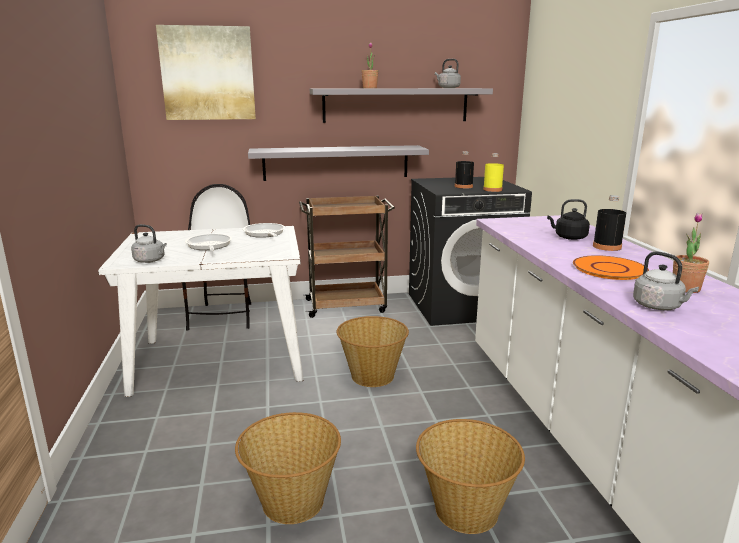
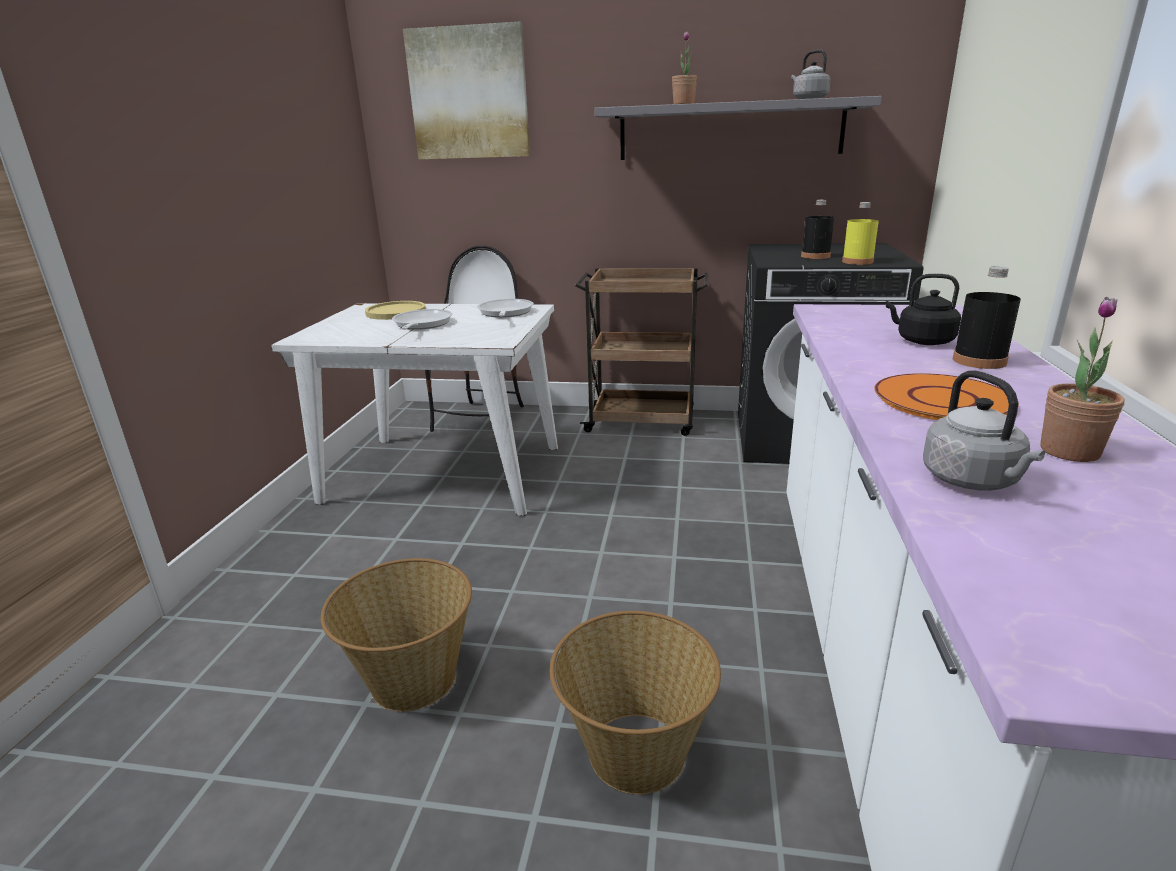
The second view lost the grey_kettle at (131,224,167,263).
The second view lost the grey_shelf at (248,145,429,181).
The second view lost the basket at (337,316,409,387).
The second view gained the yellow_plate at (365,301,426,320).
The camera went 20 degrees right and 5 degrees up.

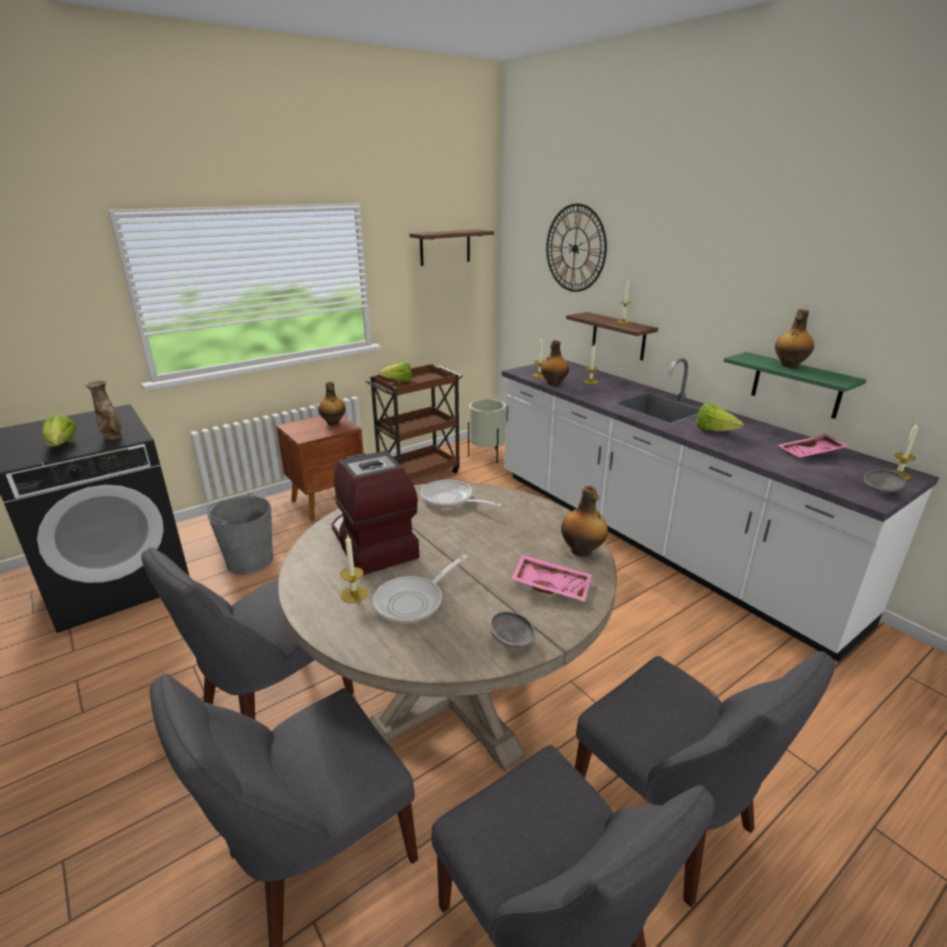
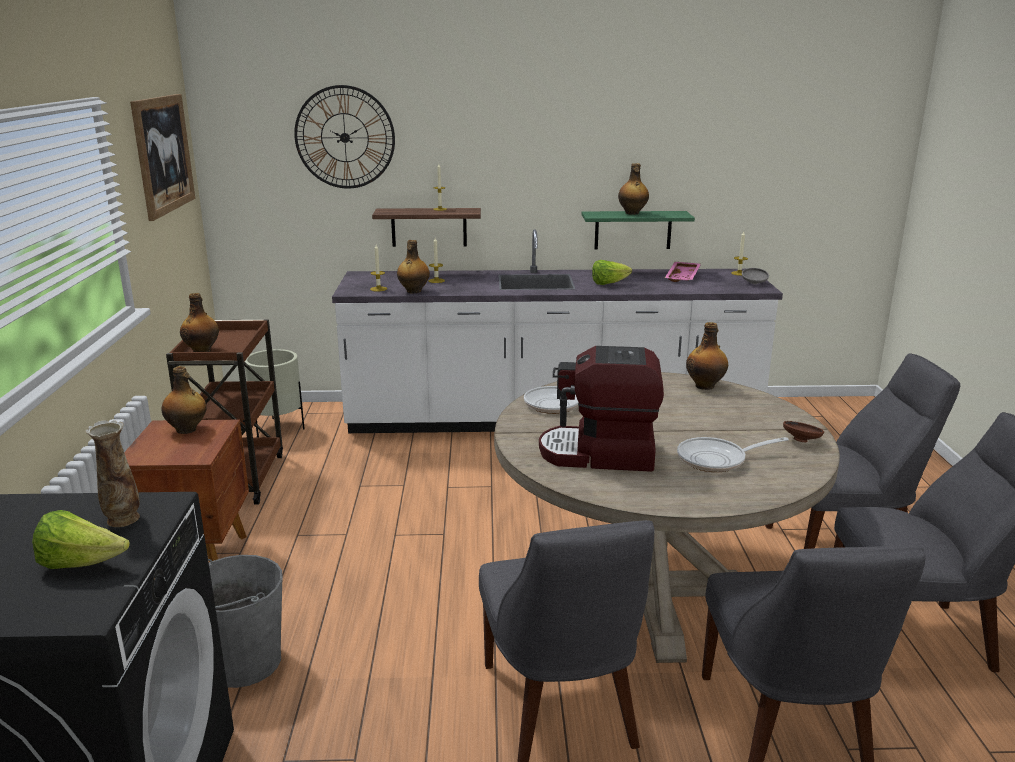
The second view lost the candle at (340,534,368,603).
The second view lost the pink_tray at (511,554,592,602).
Where the lettuce stood at (379,362,412,382), the bottle came to stand at (180,293,219,352).
Where the shelf hung at (410,229,494,266), the picture came to hang at (130,94,195,221).
What was the grey_bowl at (489,611,535,648) turned into the brown_bowl at (783,421,824,442).
The frying_pan at (373,555,468,624) ended up facing another way, 90 degrees clockwise from before.
The camera went 55 degrees left and 5 degrees down.

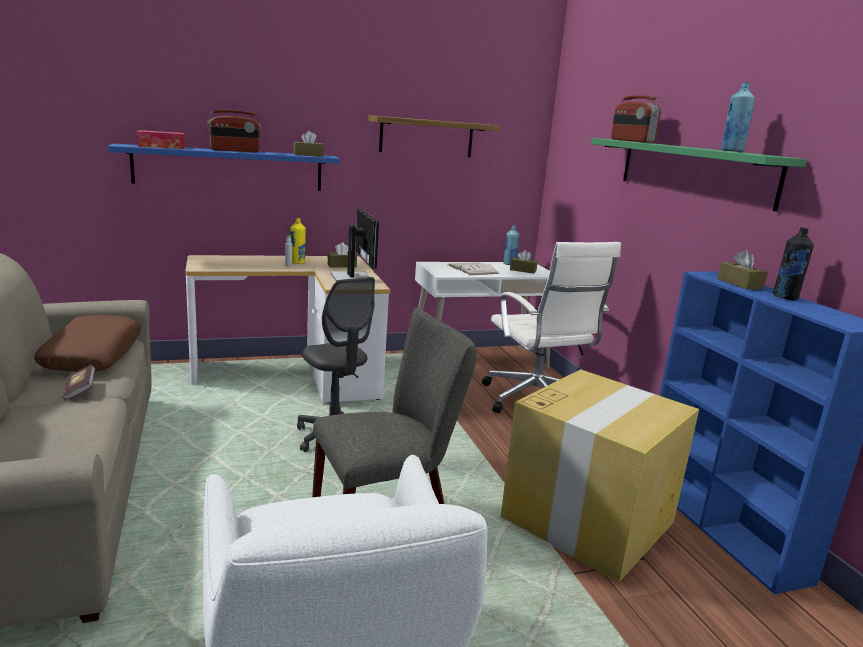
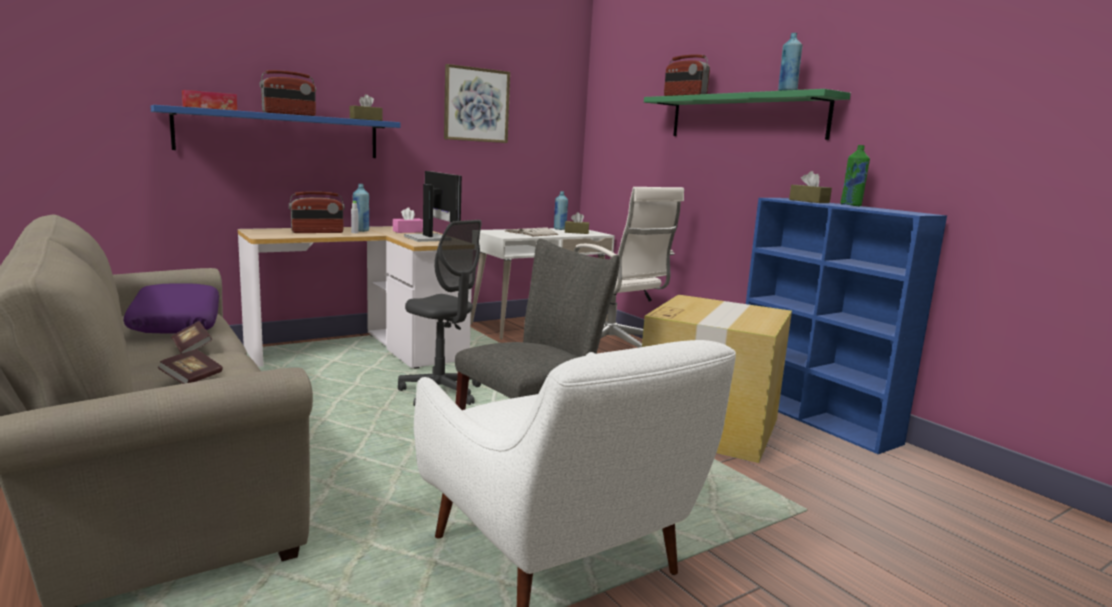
The second view gained the book at (157,349,223,384).
The second view gained the radio at (289,191,345,233).
Where the shelf hung at (368,115,500,157), the picture came to hang at (444,64,510,143).
What was the brown_pillow at (34,315,141,372) turned into the purple_pillow at (124,283,219,334).
What was the yellow_bottle at (290,218,306,264) turned into the blue_bottle at (353,184,369,232).
What was the brown_tissue_box at (327,243,357,268) turned into the pink_tissue_box at (393,207,423,233).
What was the black_bottle at (773,227,814,300) turned into the green_bottle at (841,145,870,206).
The camera went 15 degrees left and 5 degrees down.

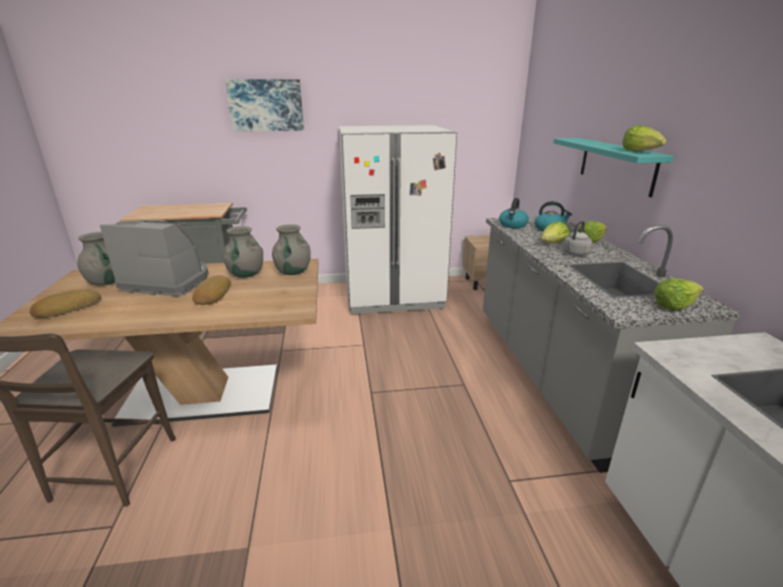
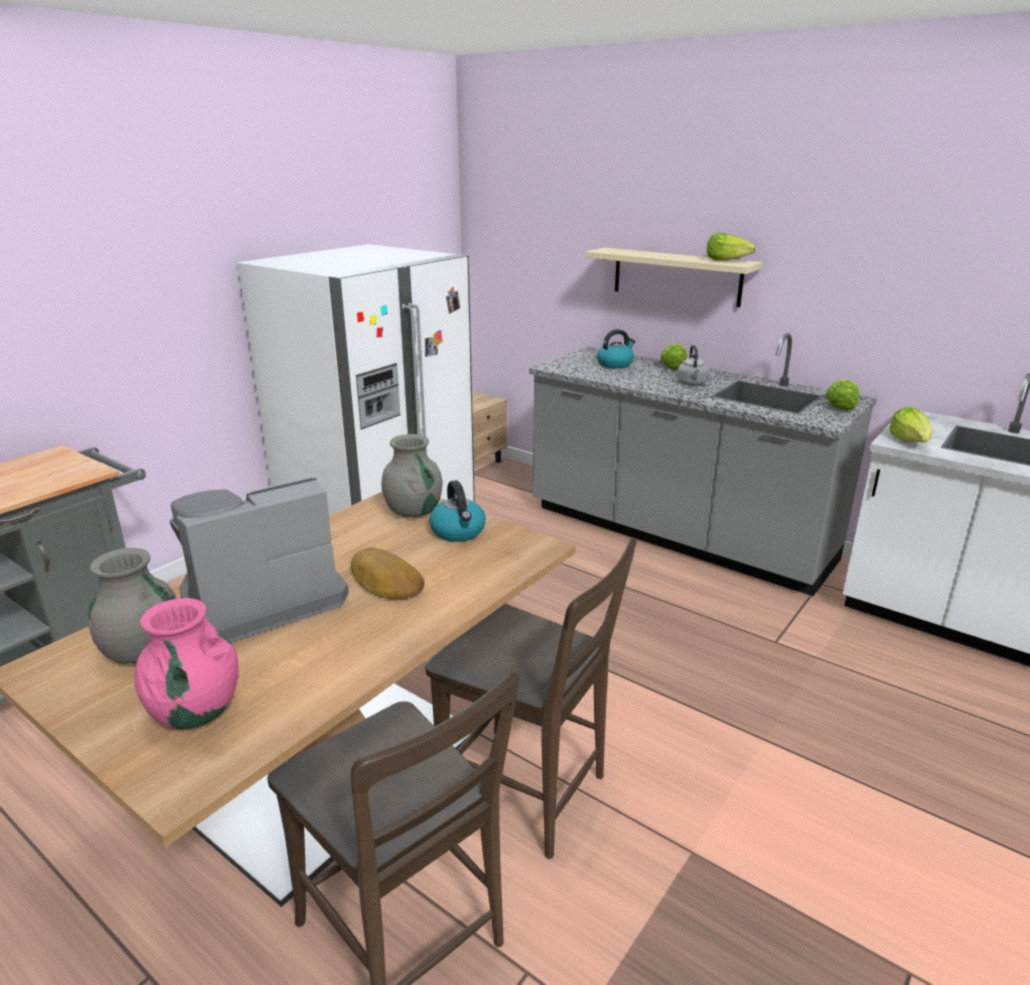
The second view lost the grey_vase at (223,226,263,278).
The second view lost the picture at (225,79,304,131).
The second view gained the brown_chair at (426,538,637,859).
The kettle ended up elsewhere, having gone from (499,198,529,228) to (429,480,486,542).
The lettuce ended up elsewhere, having gone from (541,221,570,243) to (889,407,933,442).
Where the bread stood at (30,289,101,318), the pink_vase came to stand at (134,598,239,729).
What was the turquoise_shelf at (553,138,674,197) turned into the beige_shelf at (585,248,763,307).
The camera went 45 degrees left and 0 degrees up.

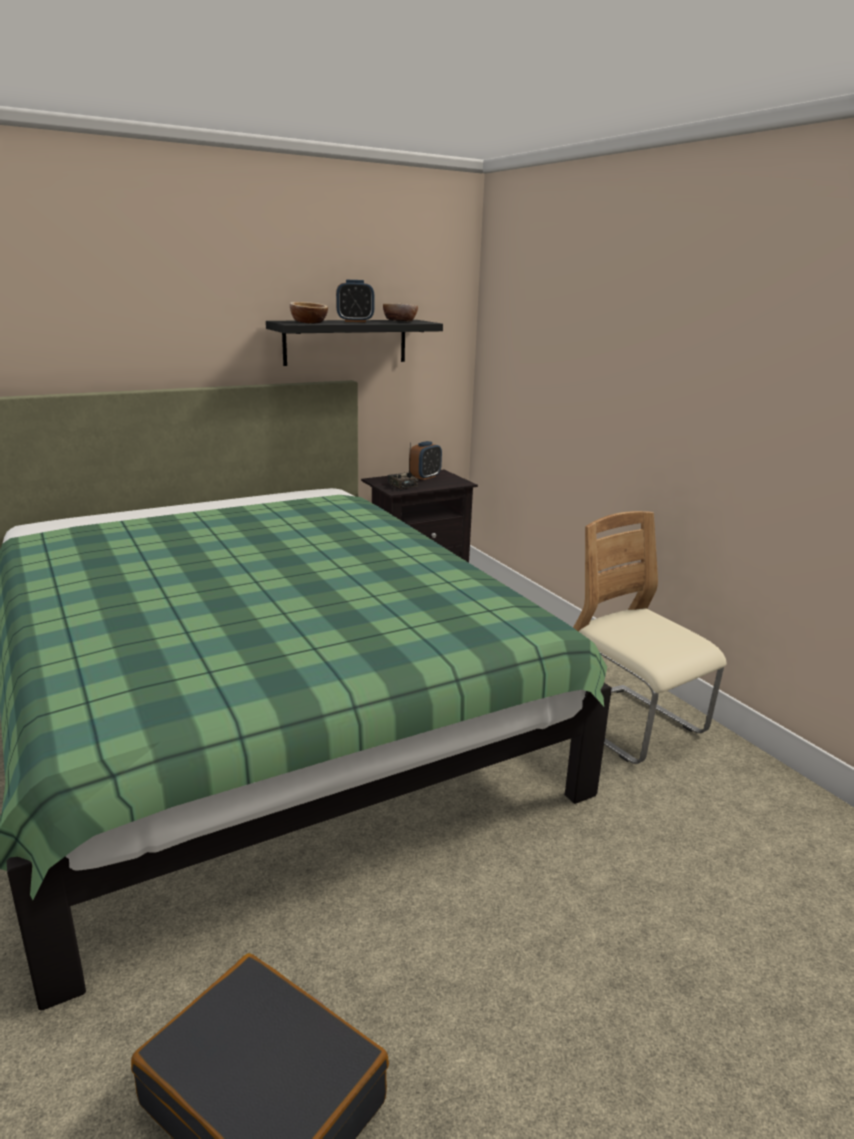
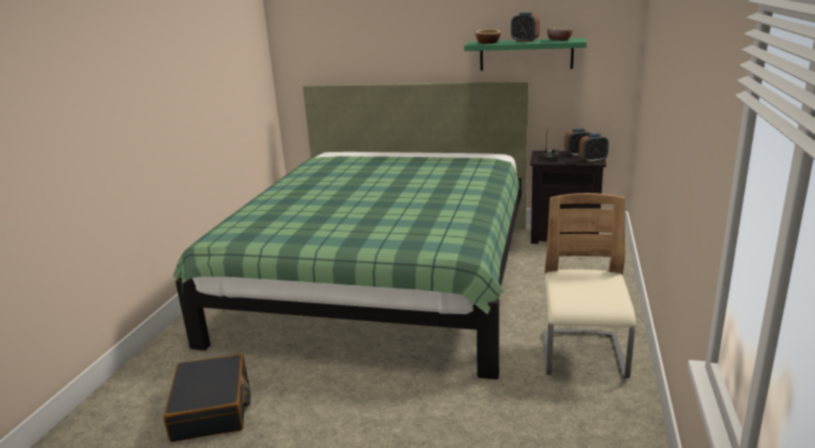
The second view gained the alarm_clock at (579,133,609,163).
What was the black_shelf at (266,320,443,366) turned into the green_shelf at (464,38,587,71).
The camera went 45 degrees right and 0 degrees up.

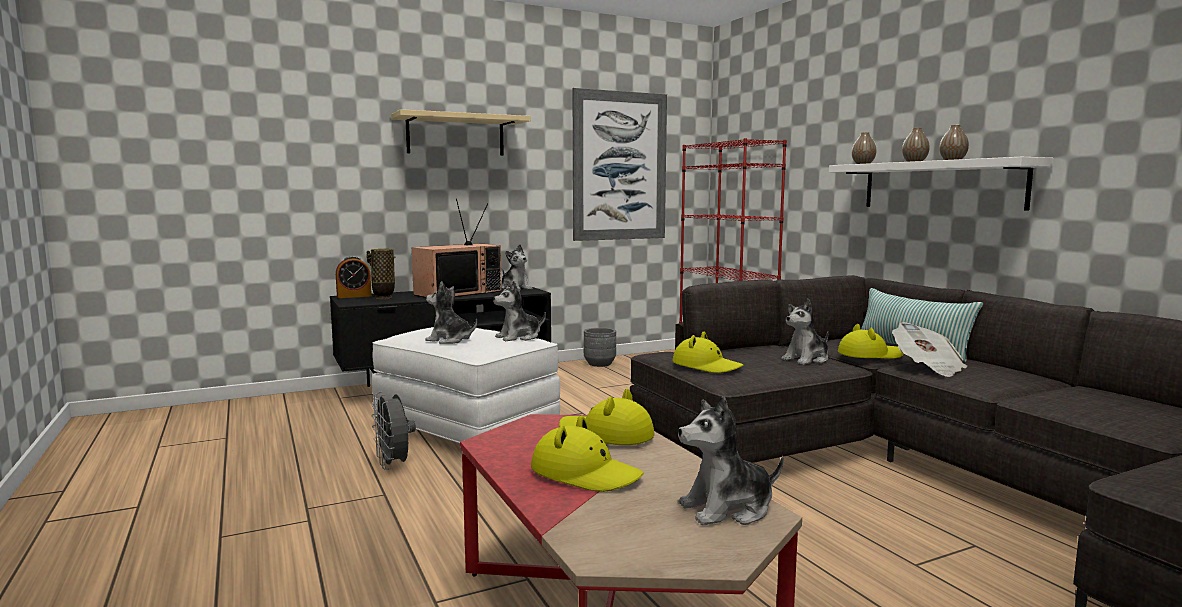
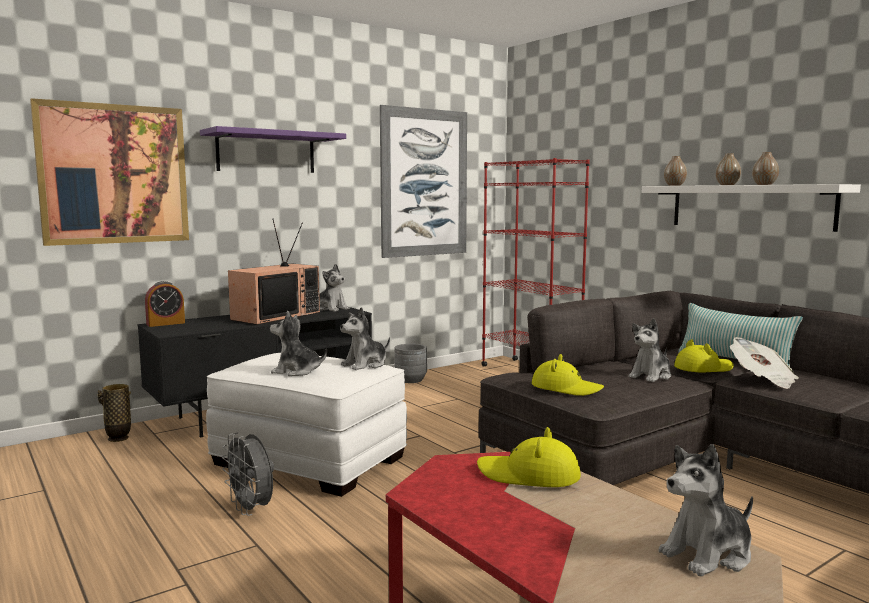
The second view lost the yellow_hat at (531,415,644,492).
The second view gained the picture at (30,98,189,246).
The vase ended up elsewhere, having gone from (366,249,396,299) to (97,384,131,442).
What was the beige_shelf at (391,109,531,156) turned into the purple_shelf at (200,126,346,173).
The camera went 10 degrees left and 0 degrees up.

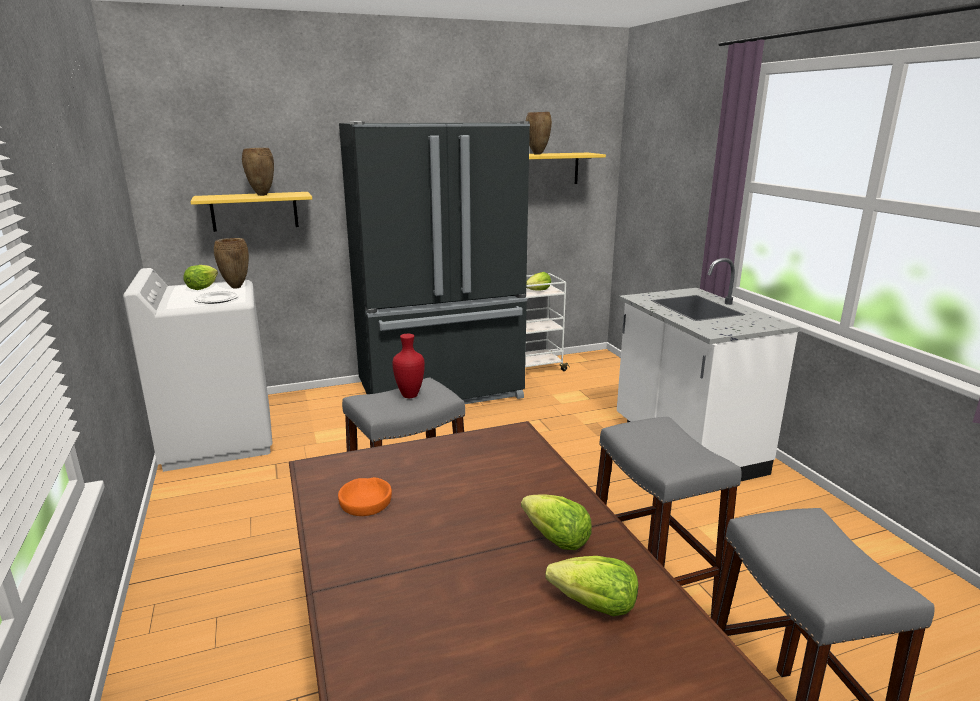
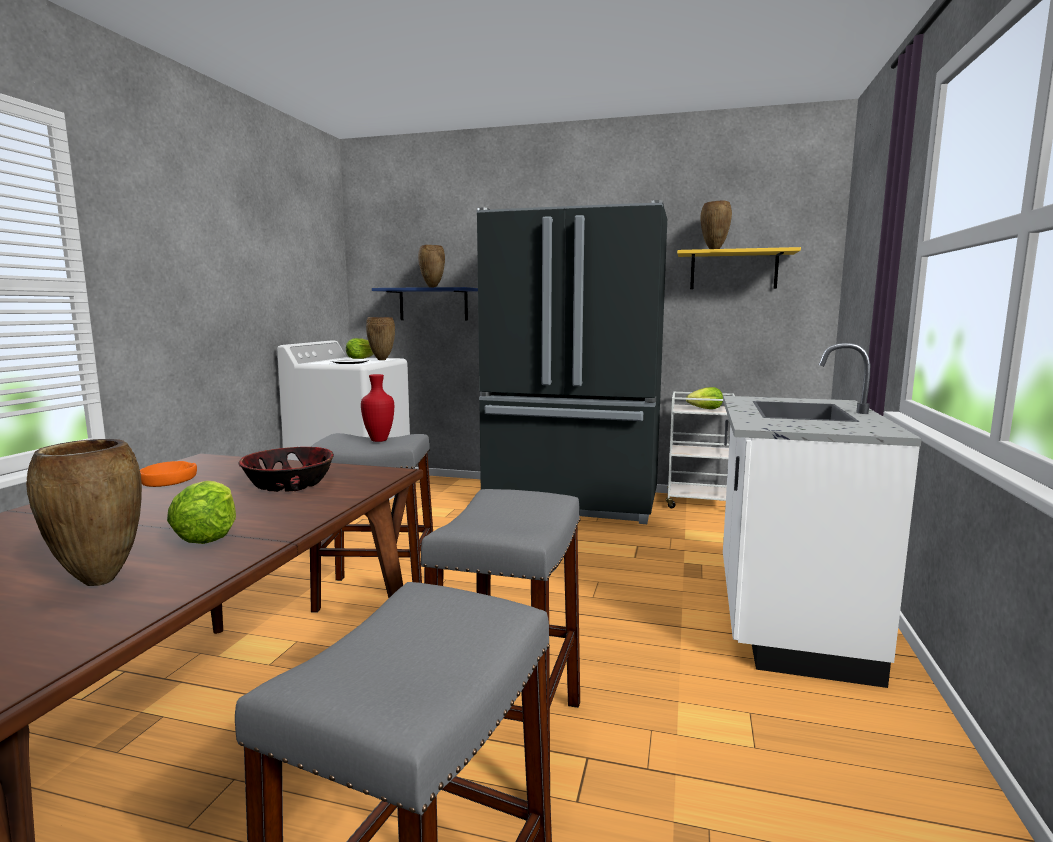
The second view gained the bowl at (238,447,334,492).
Where the lettuce stood at (545,556,638,616), the brown_vase came to stand at (26,439,142,586).
What was the yellow_shelf at (190,192,312,232) turned into the blue_shelf at (372,287,478,321).
The camera went 35 degrees right and 10 degrees down.

